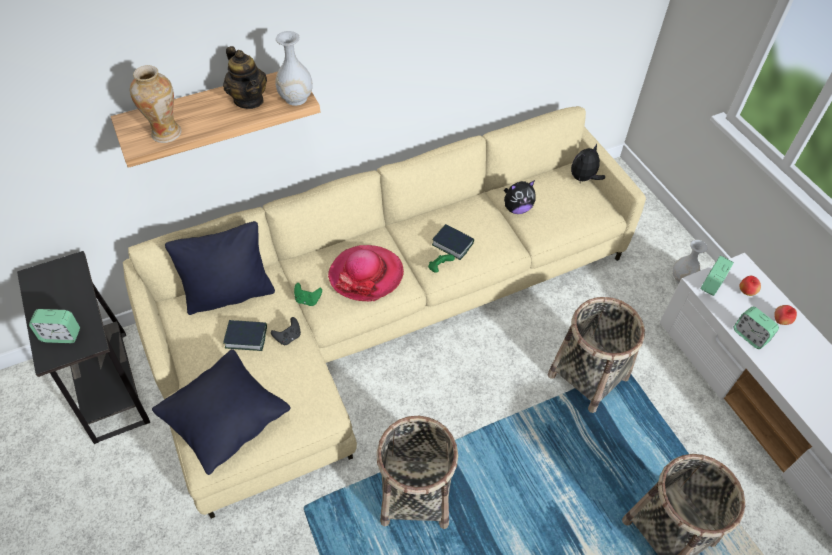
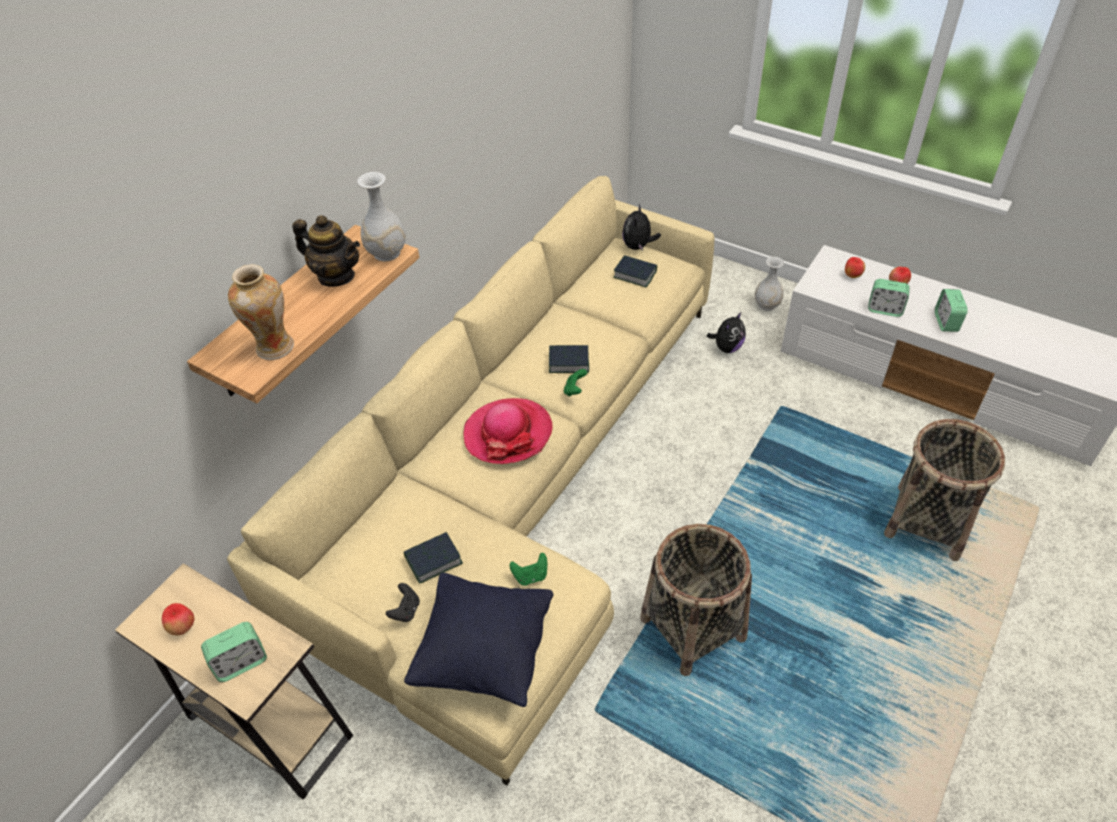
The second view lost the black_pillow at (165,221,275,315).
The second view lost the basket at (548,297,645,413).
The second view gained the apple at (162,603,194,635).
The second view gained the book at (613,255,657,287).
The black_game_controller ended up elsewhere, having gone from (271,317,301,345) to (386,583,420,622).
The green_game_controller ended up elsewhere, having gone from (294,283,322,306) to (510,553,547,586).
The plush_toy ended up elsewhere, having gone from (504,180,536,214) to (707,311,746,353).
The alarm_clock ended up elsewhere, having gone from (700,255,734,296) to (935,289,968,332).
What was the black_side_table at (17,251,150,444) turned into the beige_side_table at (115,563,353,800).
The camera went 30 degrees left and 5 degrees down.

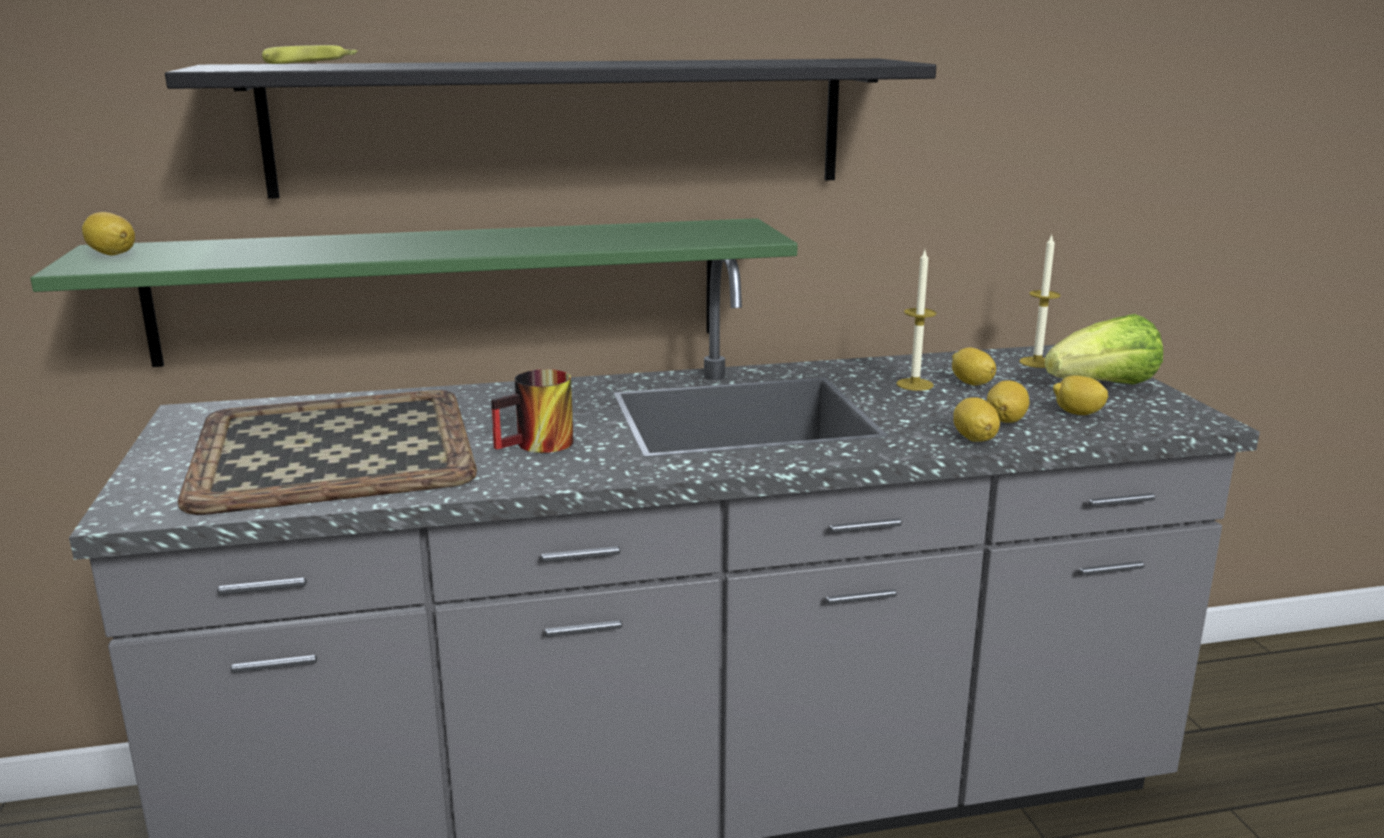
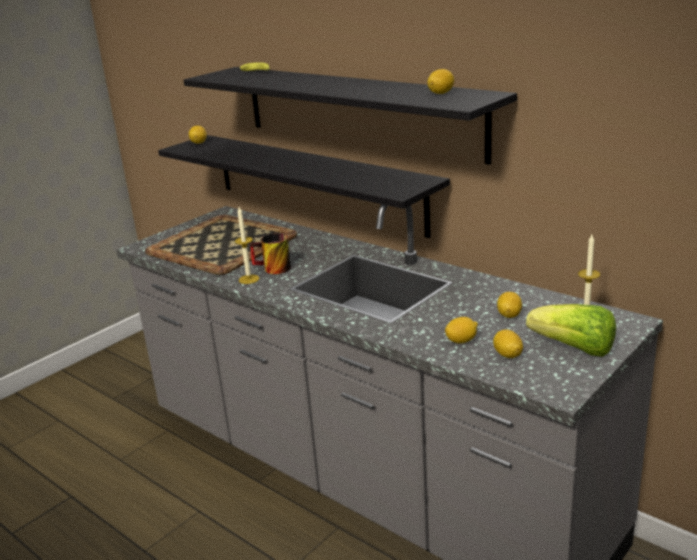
The candle ended up elsewhere, having gone from (896,250,937,391) to (235,207,260,284).
The lemon ended up elsewhere, having gone from (953,397,1000,442) to (427,69,454,94).
What was the green_shelf at (30,218,798,367) turned into the black_shelf at (158,135,450,238).
The camera went 55 degrees right and 5 degrees up.

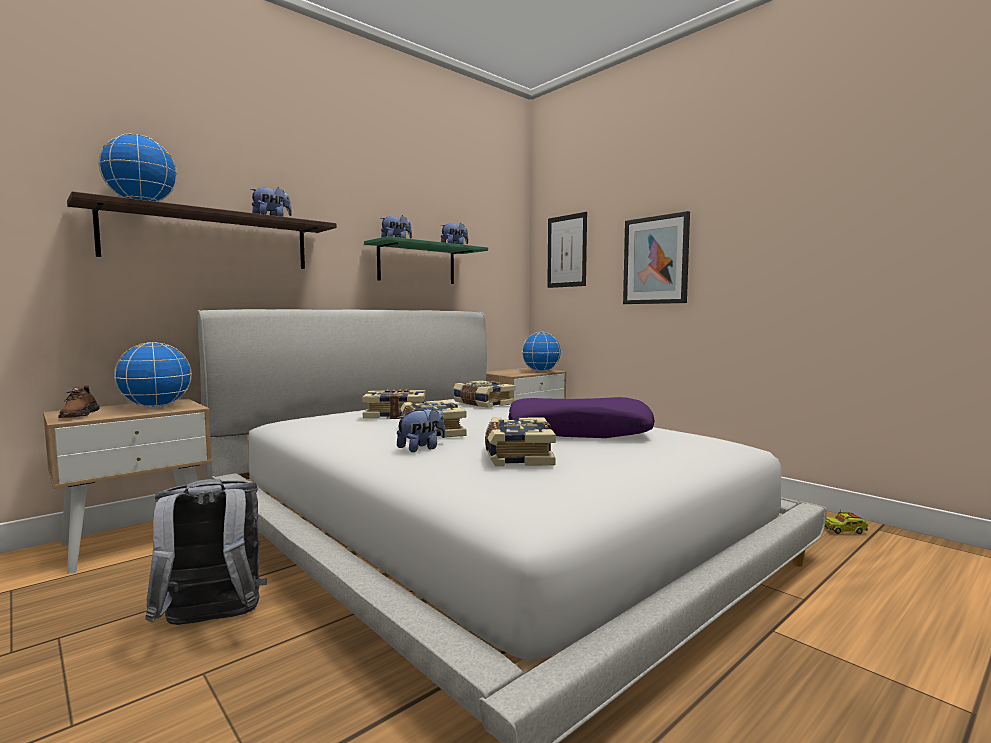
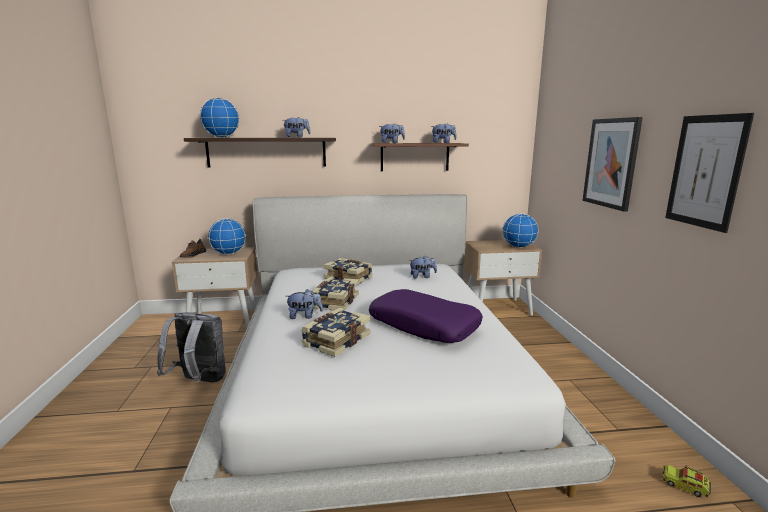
The picture ended up elsewhere, having gone from (547,212,587,288) to (665,113,754,233).
Where the book stood at (453,381,516,408), the plush_toy came to stand at (409,255,437,278).
What was the green_shelf at (364,236,488,284) turned into the brown_shelf at (370,143,469,171).
The camera went 35 degrees right and 10 degrees up.

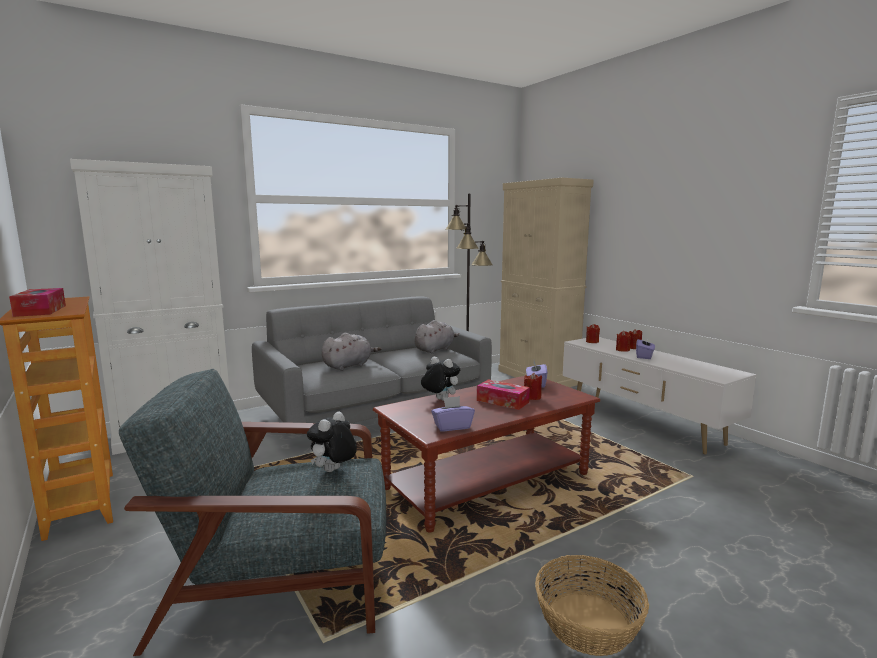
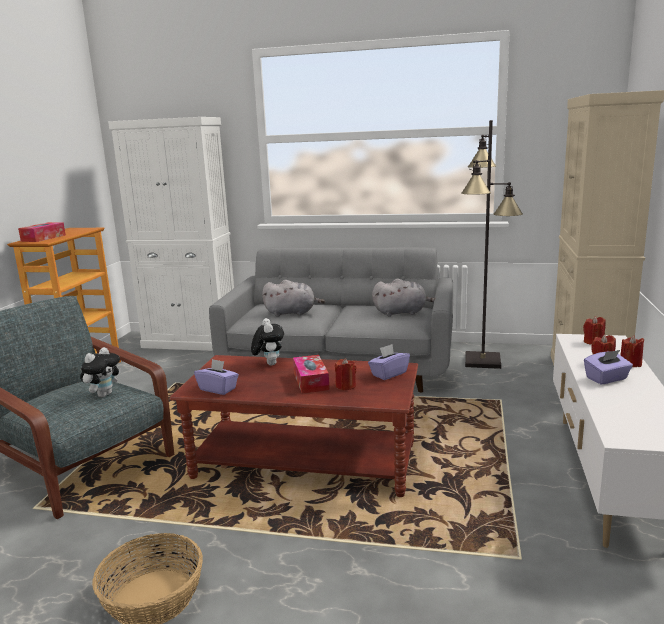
The plush_toy at (307,412,357,472) ended up facing another way, 135 degrees clockwise from before.
The camera went 45 degrees right and 5 degrees up.

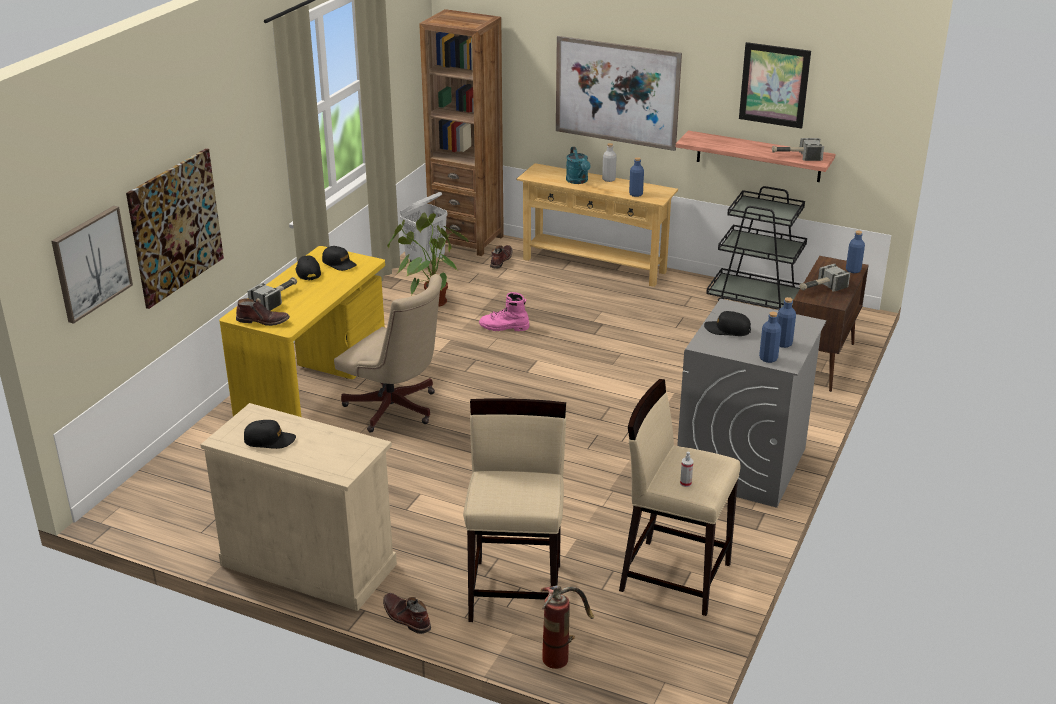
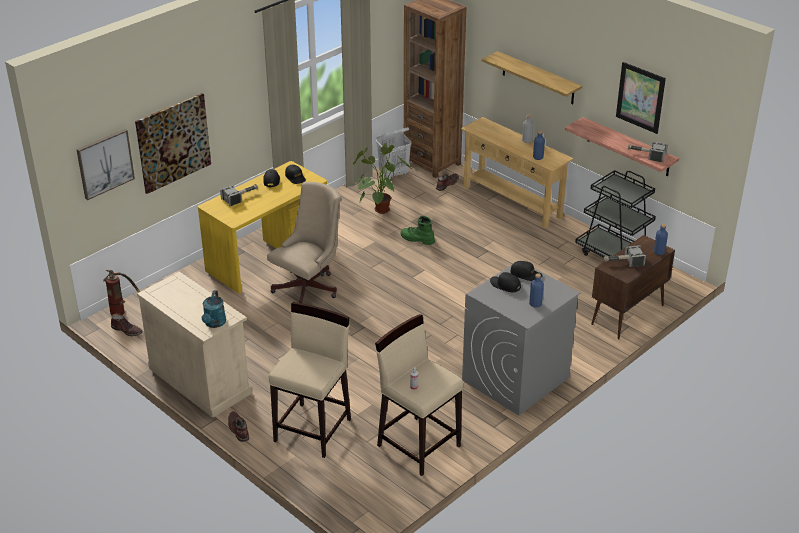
The second view lost the blue_bottle at (759,312,781,363).
The brown_boot ended up elsewhere, having gone from (236,298,290,326) to (111,313,143,336).
The black_cap ended up elsewhere, having gone from (244,420,296,449) to (510,261,543,281).
The fire_extinguisher ended up elsewhere, having gone from (540,585,594,669) to (103,270,141,316).
The turquoise_watering_can ended up elsewhere, having gone from (566,147,591,184) to (202,290,226,328).
Where the picture hung at (556,36,682,151), the shelf came to hang at (482,51,582,105).
What was the pink_boot at (479,292,529,331) turned into the green_boot at (400,216,435,245).
The beige_office_chair at (334,274,442,433) ended up facing another way, 105 degrees counterclockwise from before.
The camera went 20 degrees right and 5 degrees up.

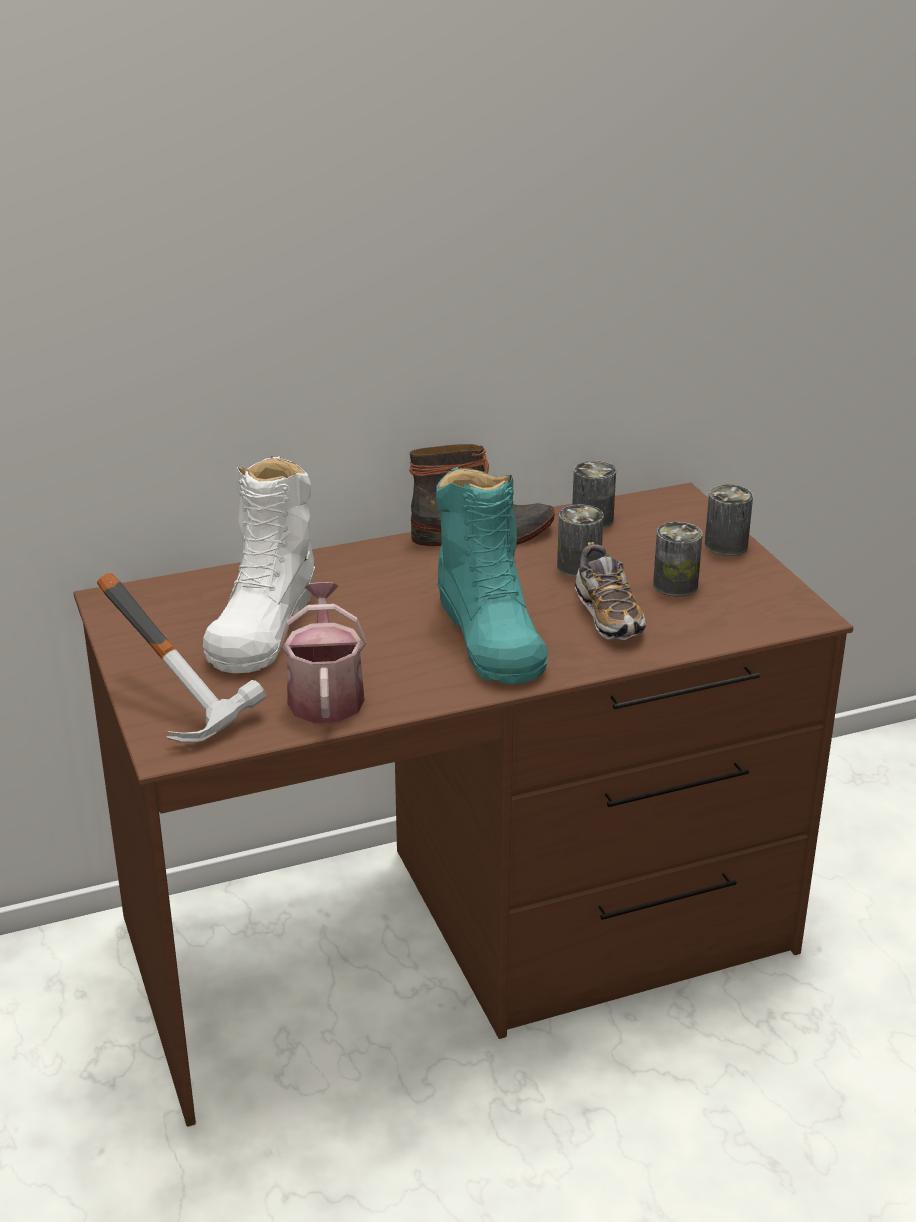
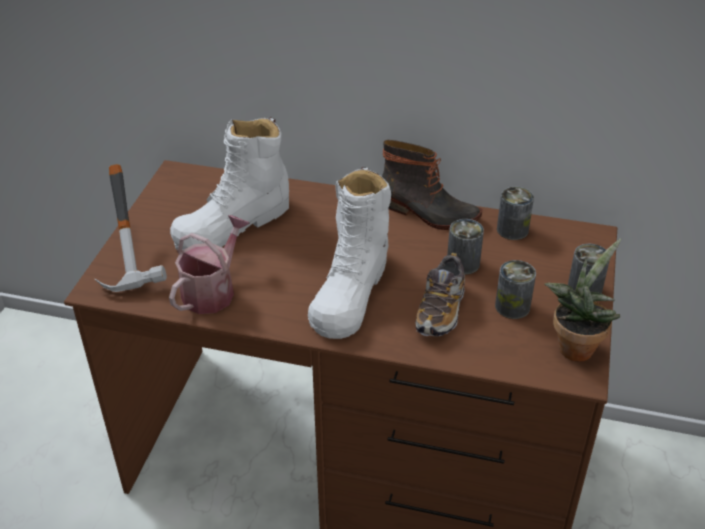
The second view gained the potted_plant at (544,239,621,362).
What was the turquoise_boot at (436,467,548,684) turned into the white_boot at (308,167,391,339).
The camera went 35 degrees right and 10 degrees up.

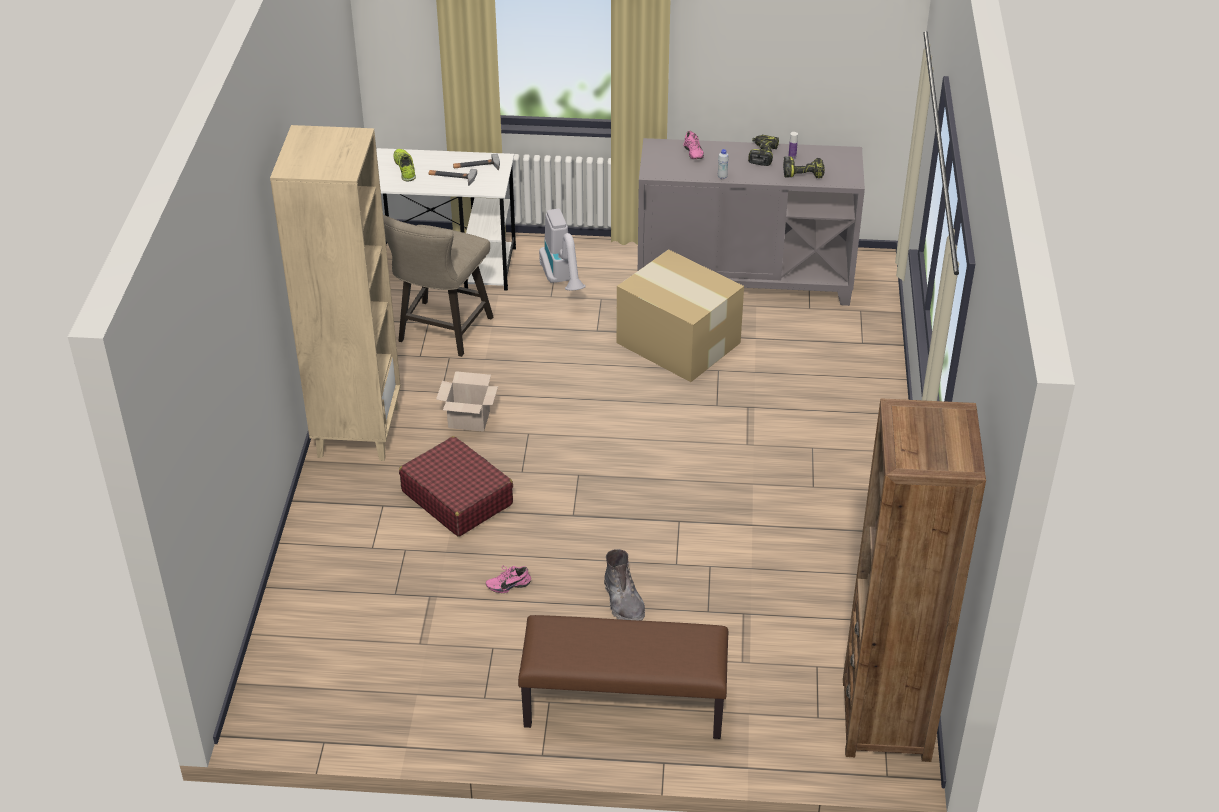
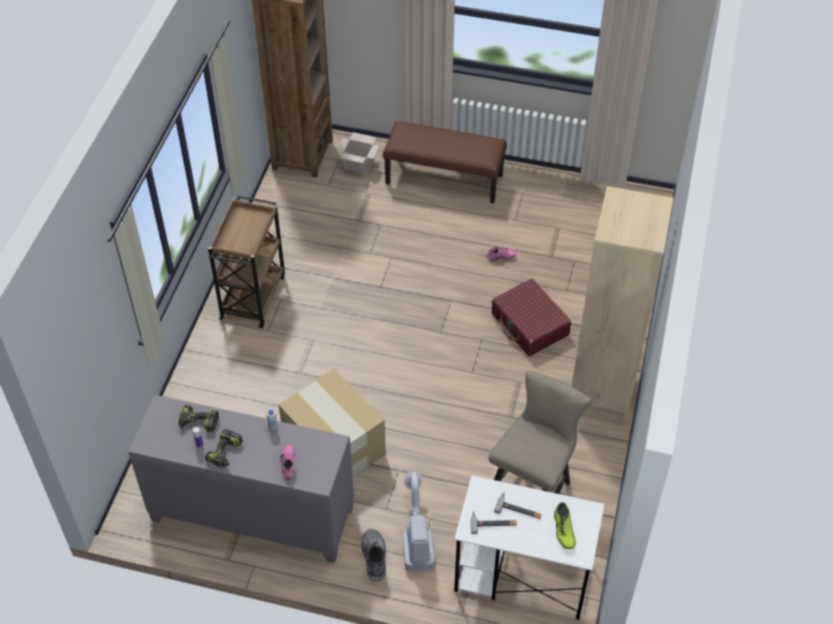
The second view gained the brown_cart at (208,195,285,328).
The cardboard_box ended up elsewhere, having gone from (436,371,498,432) to (337,132,379,175).
The grey_boot ended up elsewhere, having gone from (604,549,645,621) to (361,529,386,582).
The camera went 170 degrees left and 10 degrees up.

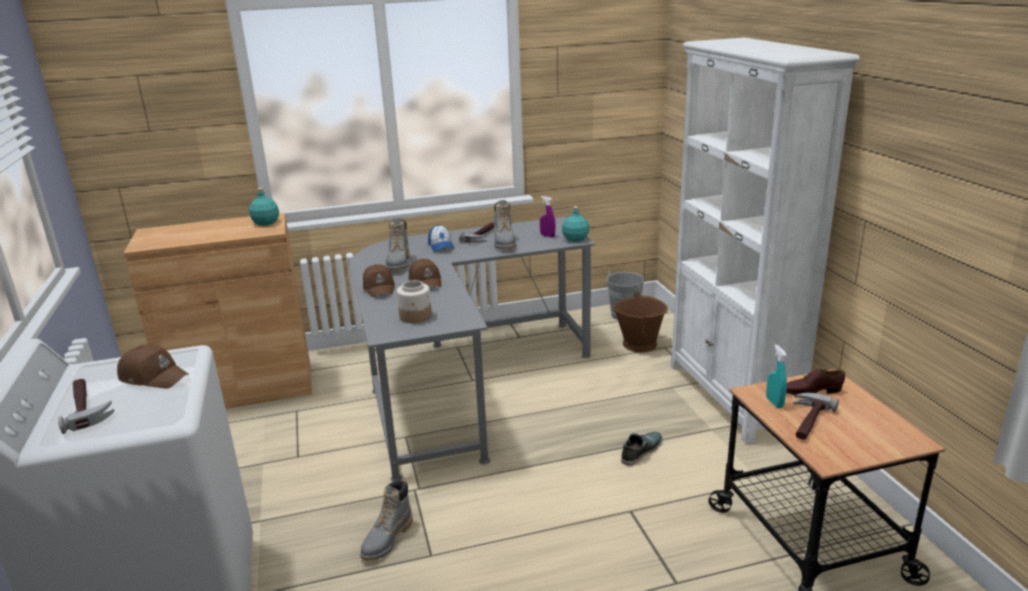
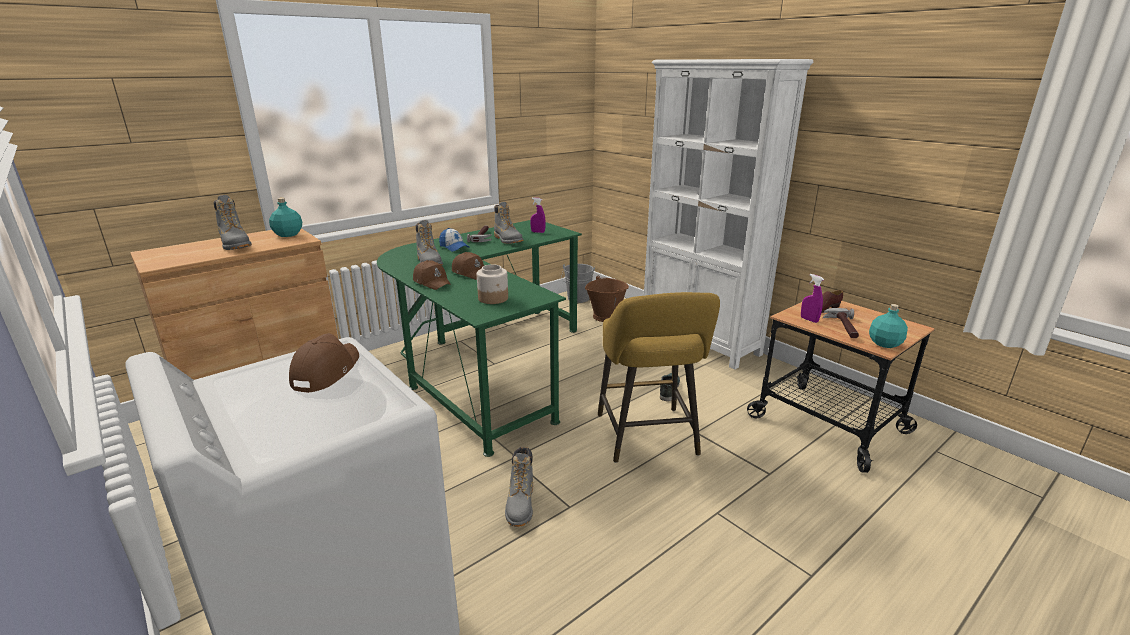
The second view lost the hammer at (58,379,114,434).
The second view gained the grey_boot at (214,195,252,250).
The second view gained the yellow_stool at (598,292,720,463).
The turquoise_bottle ended up elsewhere, having gone from (562,206,590,242) to (869,304,908,348).
What was the grey_desk at (350,217,595,482) turned into the green_desk at (377,220,582,457).
What was the turquoise_spray_bottle at (766,344,787,408) turned into the purple_spray_bottle at (801,274,824,323).
The brown_cap at (117,345,189,389) ended up facing another way, 75 degrees counterclockwise from before.
The camera went 25 degrees left and 0 degrees up.

